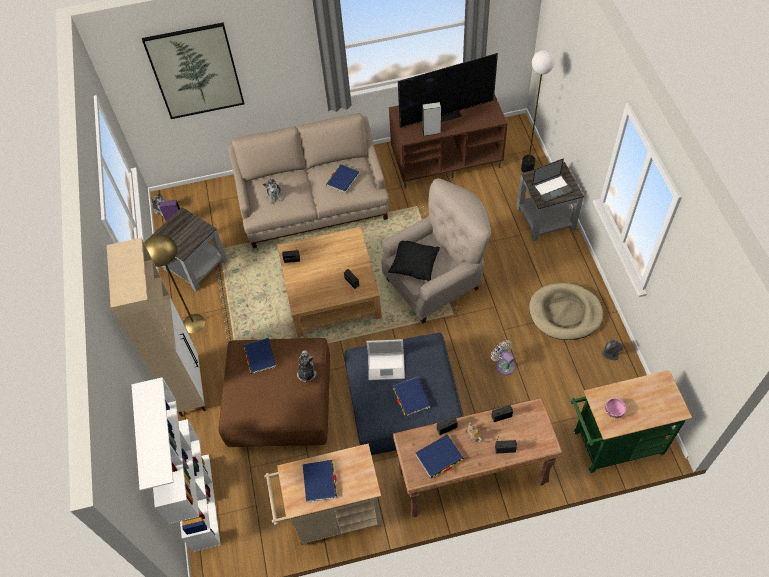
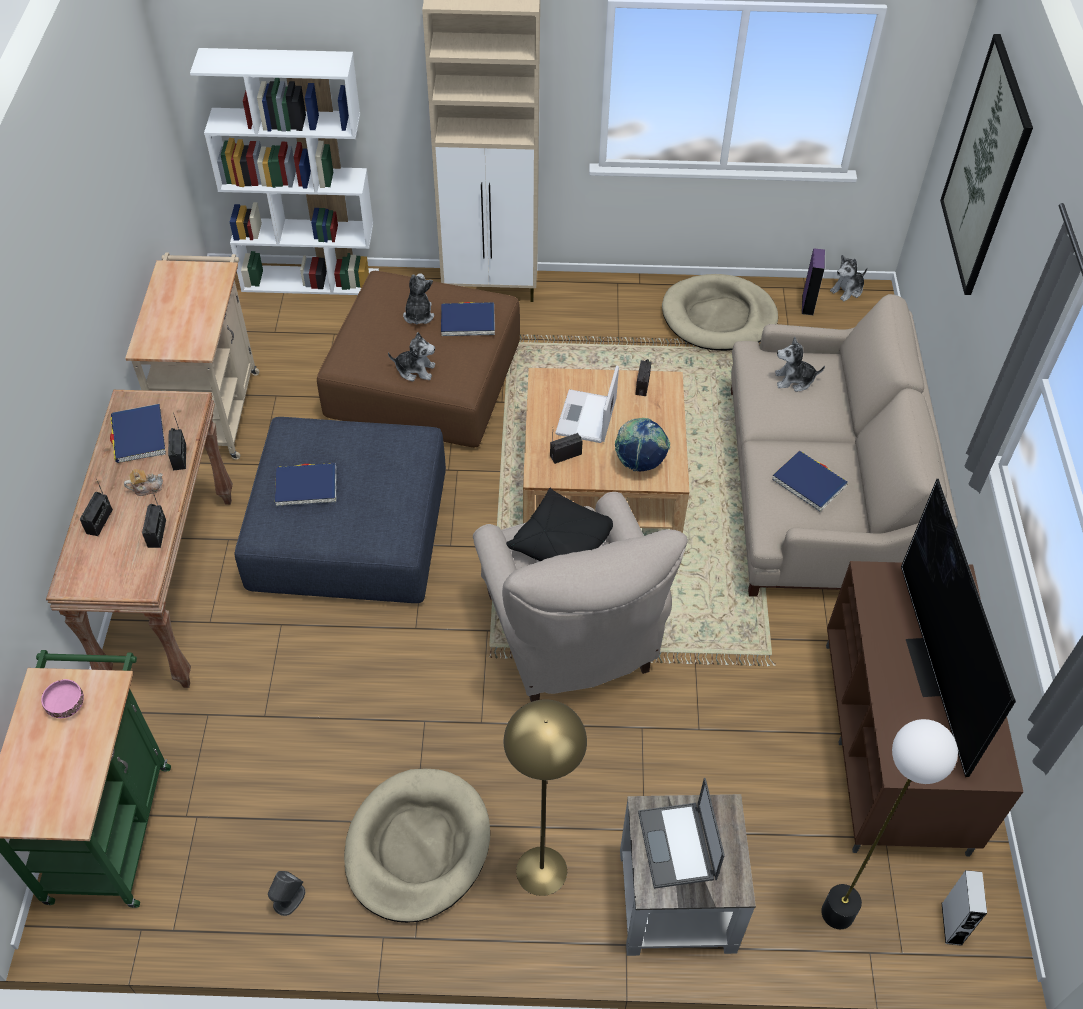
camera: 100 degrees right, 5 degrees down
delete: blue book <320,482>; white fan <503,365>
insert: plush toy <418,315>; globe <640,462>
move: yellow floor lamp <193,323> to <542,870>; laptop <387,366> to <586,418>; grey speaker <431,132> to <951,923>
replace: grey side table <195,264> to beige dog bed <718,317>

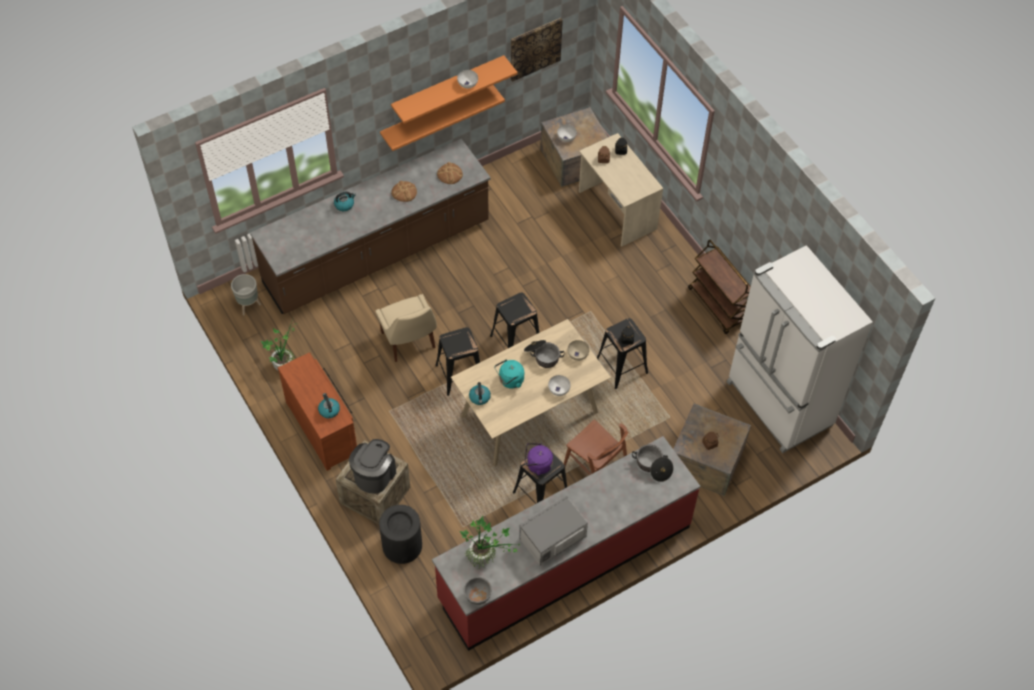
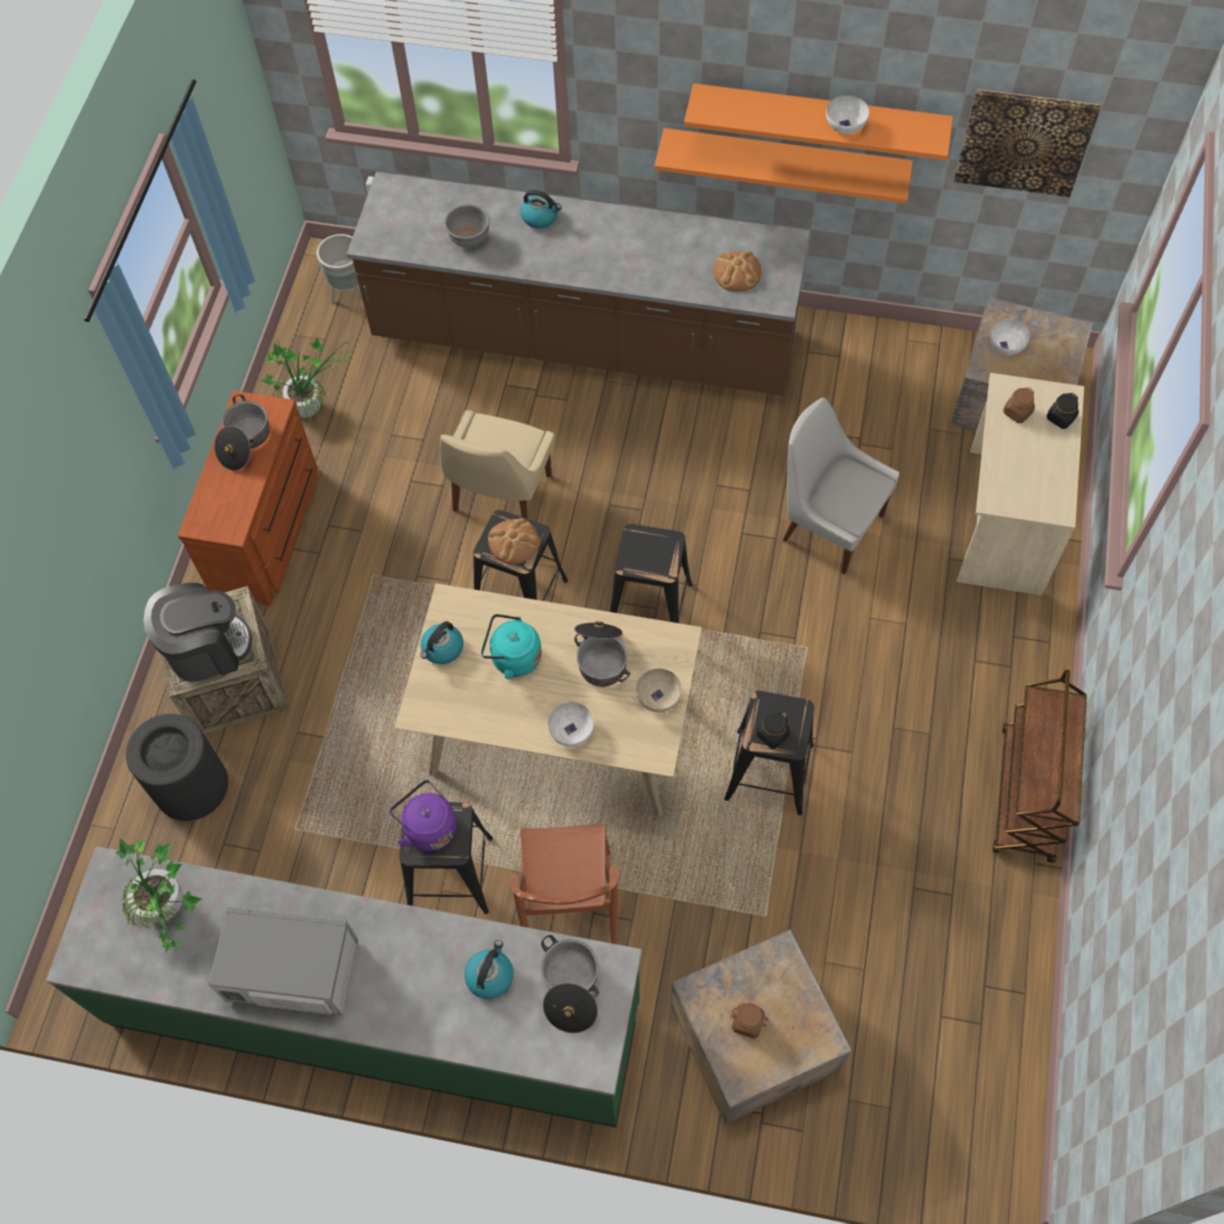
camera: 45 degrees right, 5 degrees up
delete: white fridge <778,405>
insert: cooking pot <244,442>; white chair <829,526>
move: kettle <329,410> to <490,975>; bread <404,192> to <513,542>; grey bowl <477,596> to <469,239>
recolor: red counter <564,562> to green counter <375,1012>

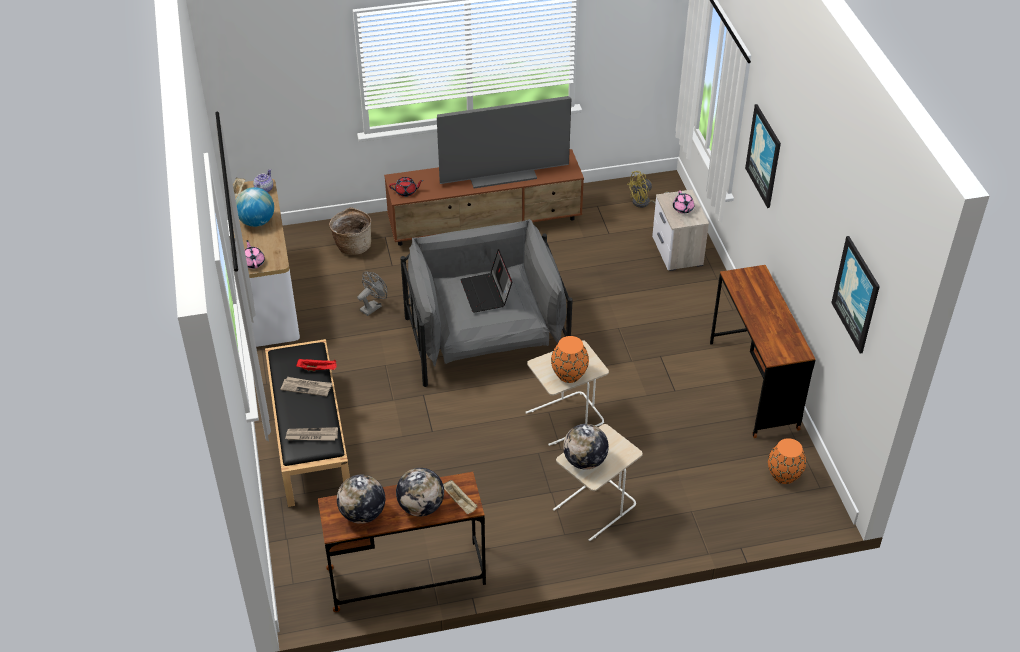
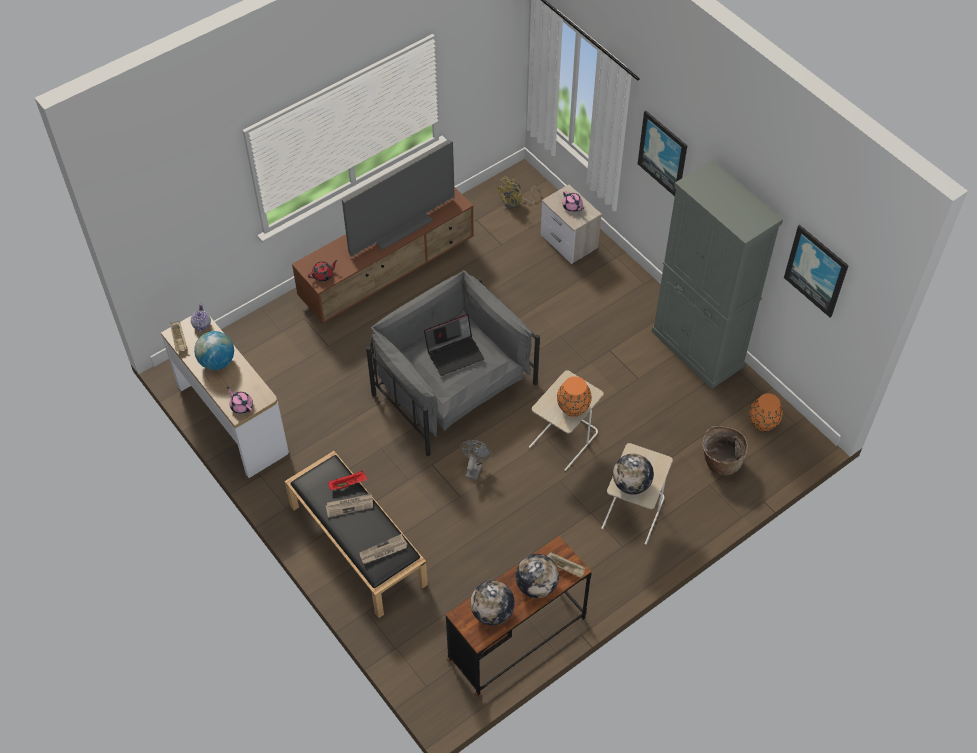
camera: 25 degrees left, 10 degrees up
move: basket <352,245> to <720,462>; grey fan <373,306> to <474,468>
replace: brown desk <753,385> to grey cabinet <697,349>
rotate: laptop <487,293> = <455,353> 75 degrees counterclockwise

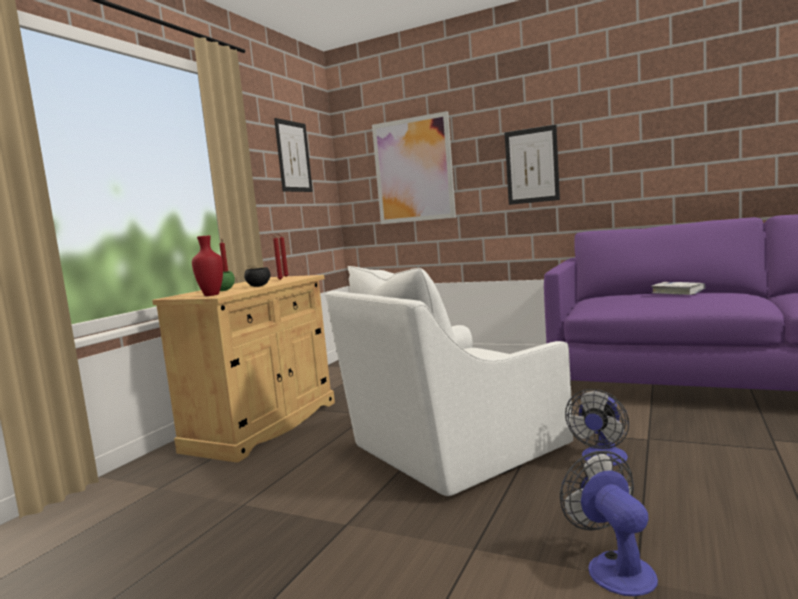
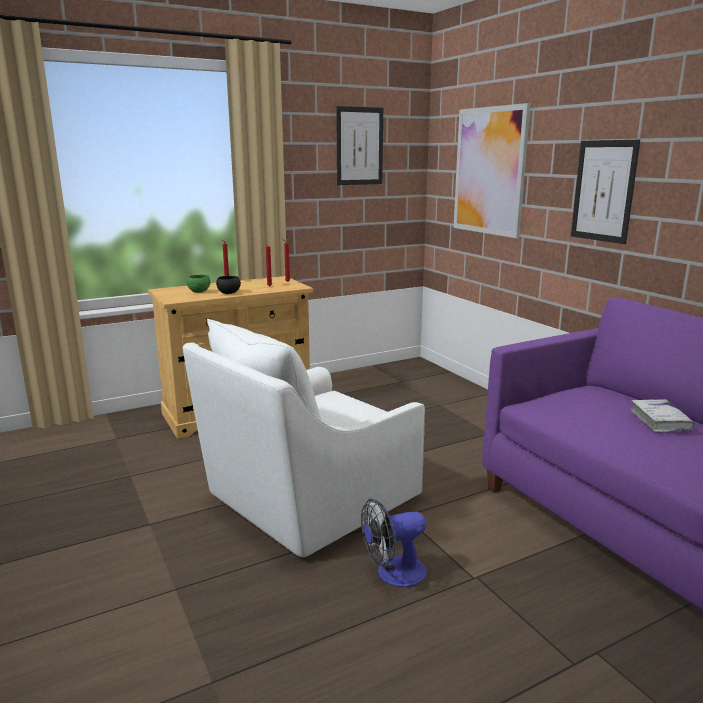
camera: 35 degrees right, 10 degrees up
delete: red vase <210,295>; fan <614,566>
rotate: white armchair <452,450> = <307,500> 45 degrees counterclockwise

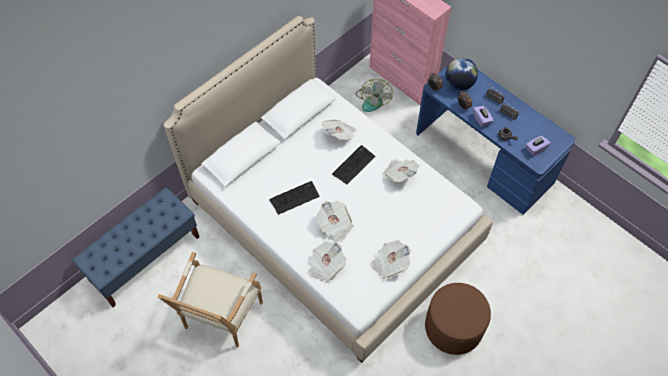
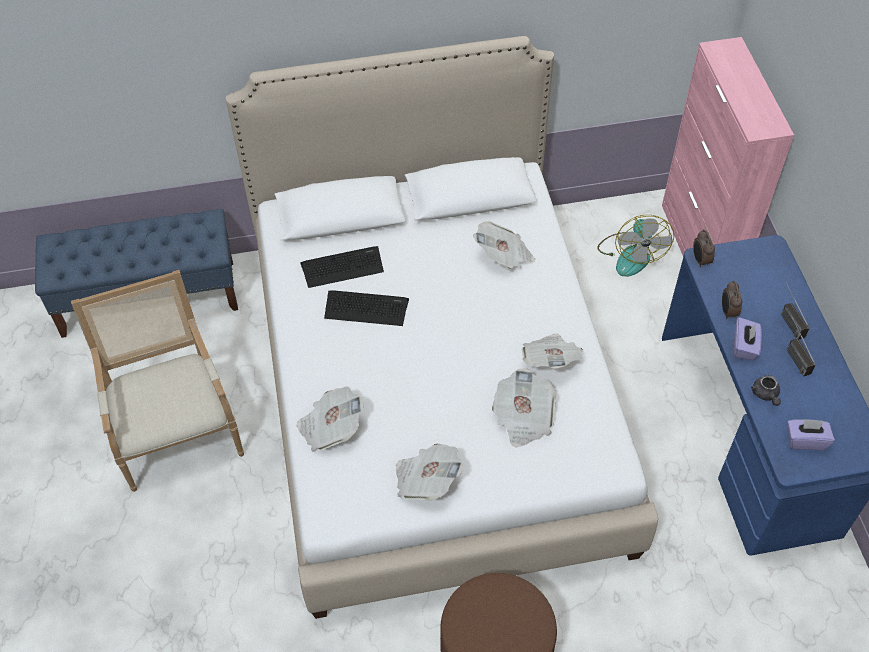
camera: 35 degrees right, 5 degrees down
delete: globe <459,84>
move: newspaper <335,226> to <523,418>; keyboard <353,165> to <342,267>
rotate: armchair <220,318> = <177,432> 105 degrees clockwise; fan <373,100> = <631,254> 45 degrees counterclockwise

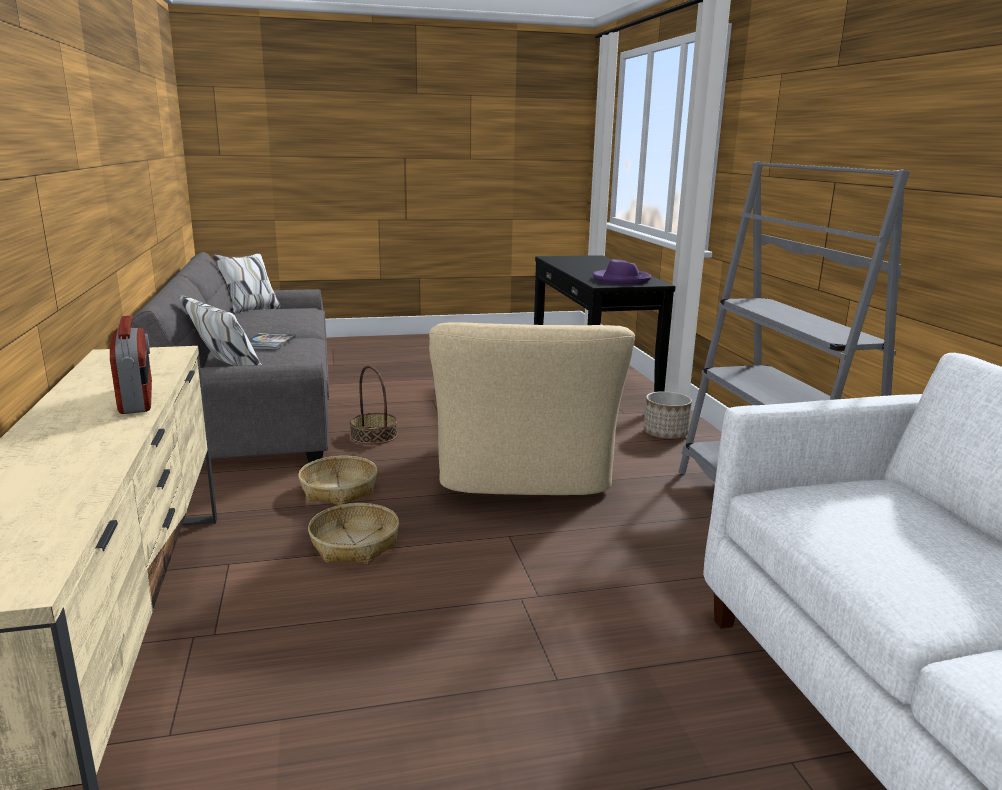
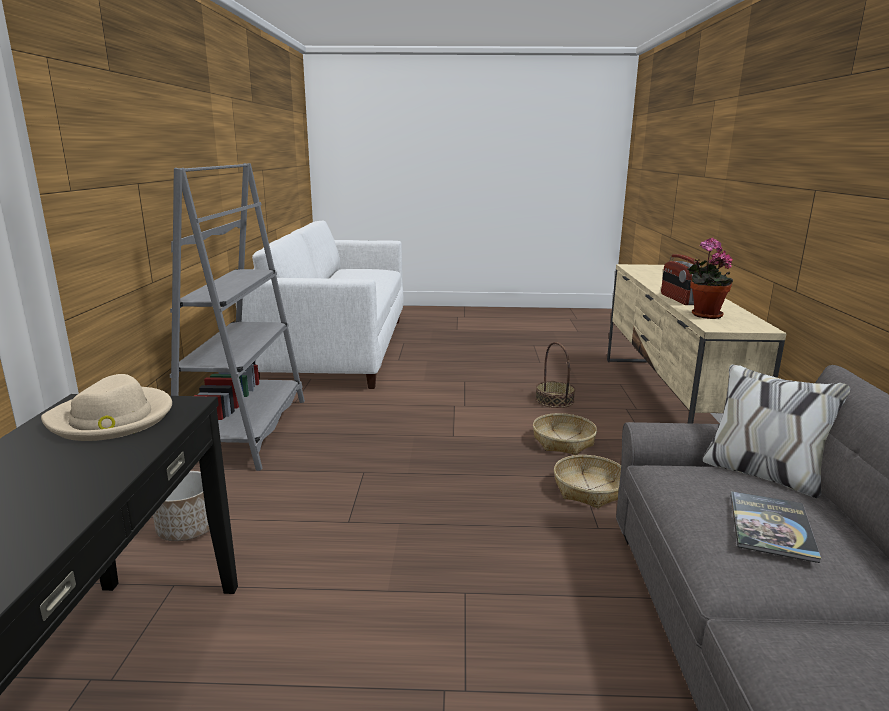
camera: 165 degrees left, 0 degrees up
delete: beige armchair <523,476>
insert: potted plant <703,315>
move: basket <374,436> to <554,400>
recolor: purple hat <621,280> to beige hat <112,419>

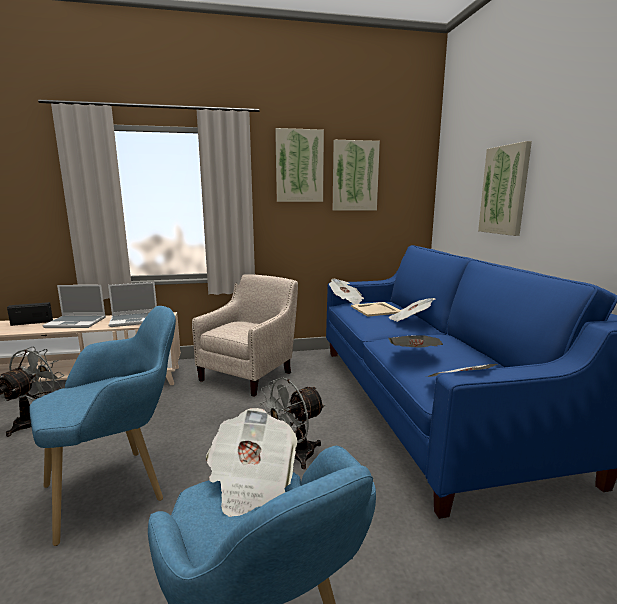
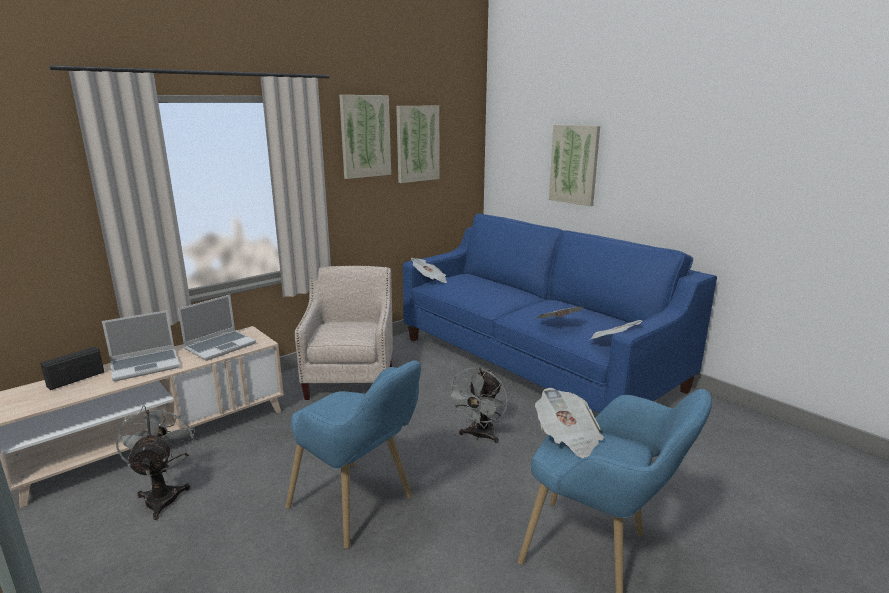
camera: 30 degrees left, 5 degrees up
delete: beige tray <376,309>; newspaper <410,320>
rotate: blue armchair <120,486> = <361,509> 105 degrees clockwise

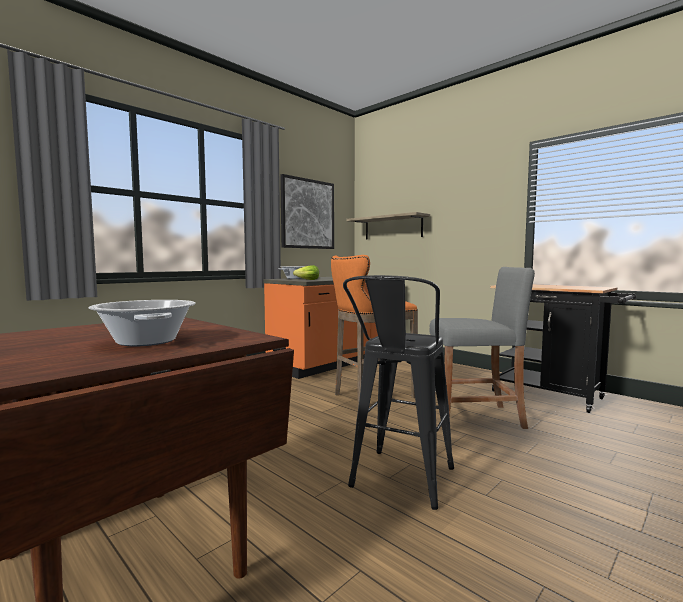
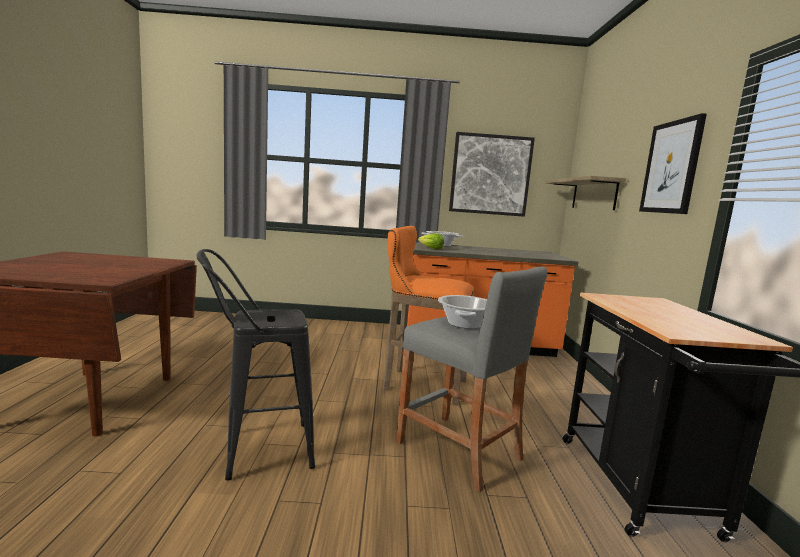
camera: 45 degrees right, 5 degrees up
insert: picture <671,167>
move: cooking pot <147,341> to <465,324>

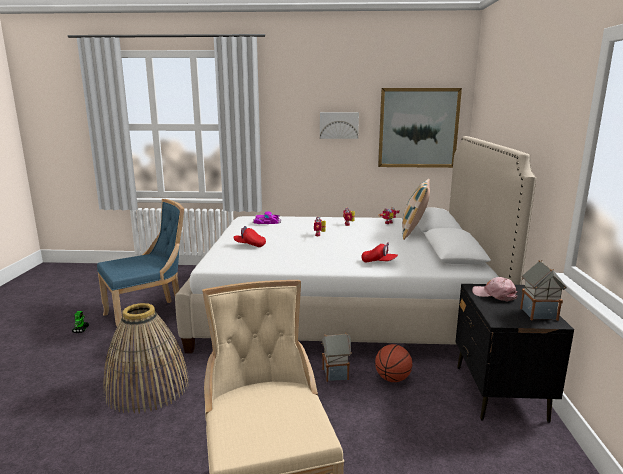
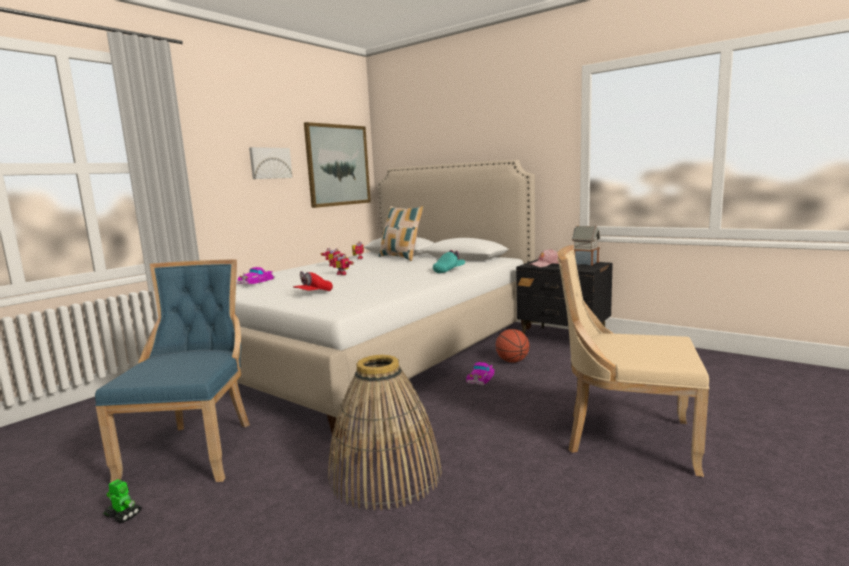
camera: 55 degrees left, 5 degrees down
replace: toy house <336,374> to toy car <481,377>
recolor: red cap <379,262> to turquoise cap <449,271>

